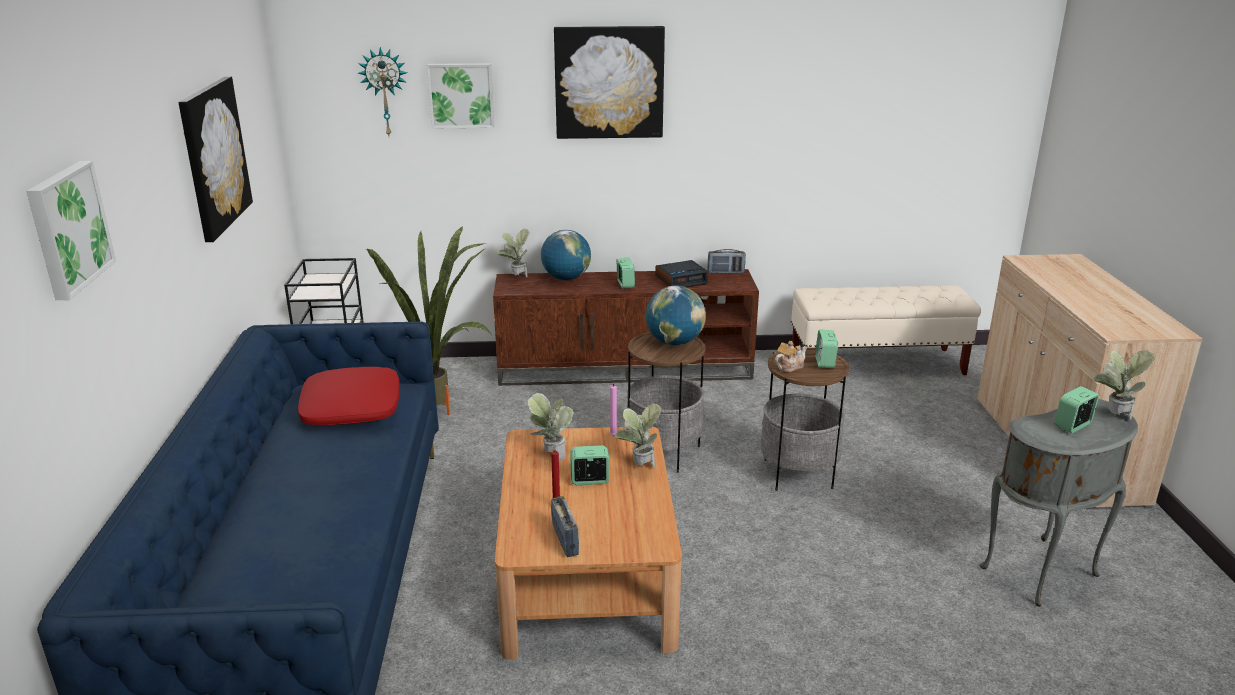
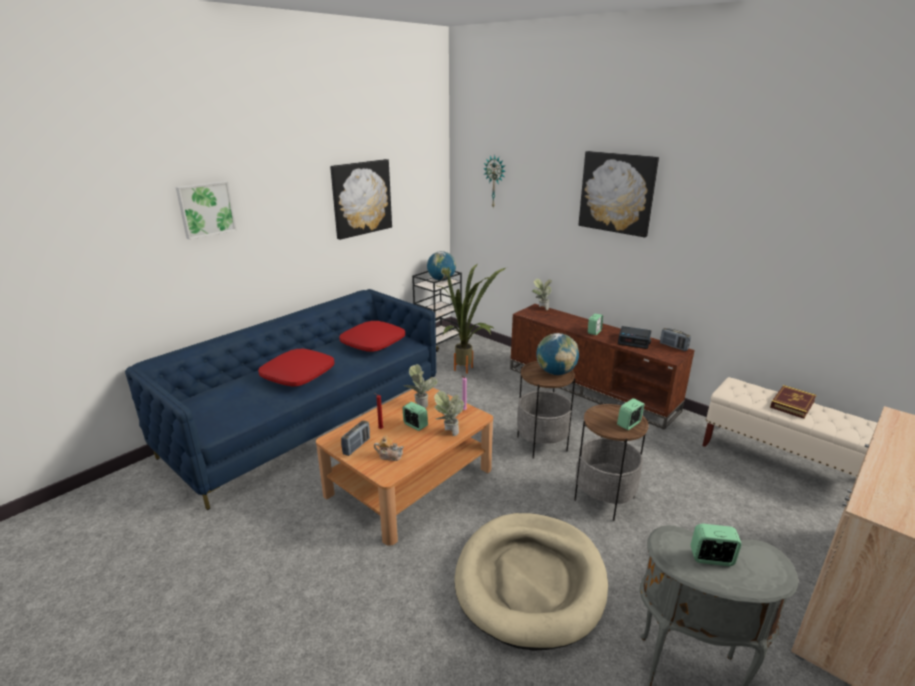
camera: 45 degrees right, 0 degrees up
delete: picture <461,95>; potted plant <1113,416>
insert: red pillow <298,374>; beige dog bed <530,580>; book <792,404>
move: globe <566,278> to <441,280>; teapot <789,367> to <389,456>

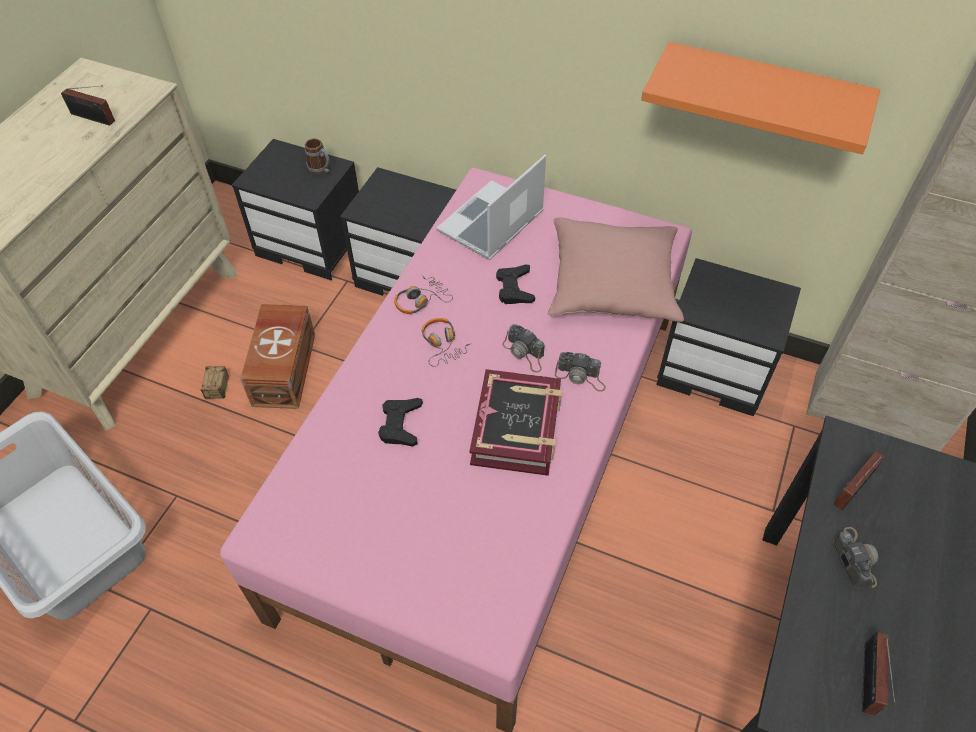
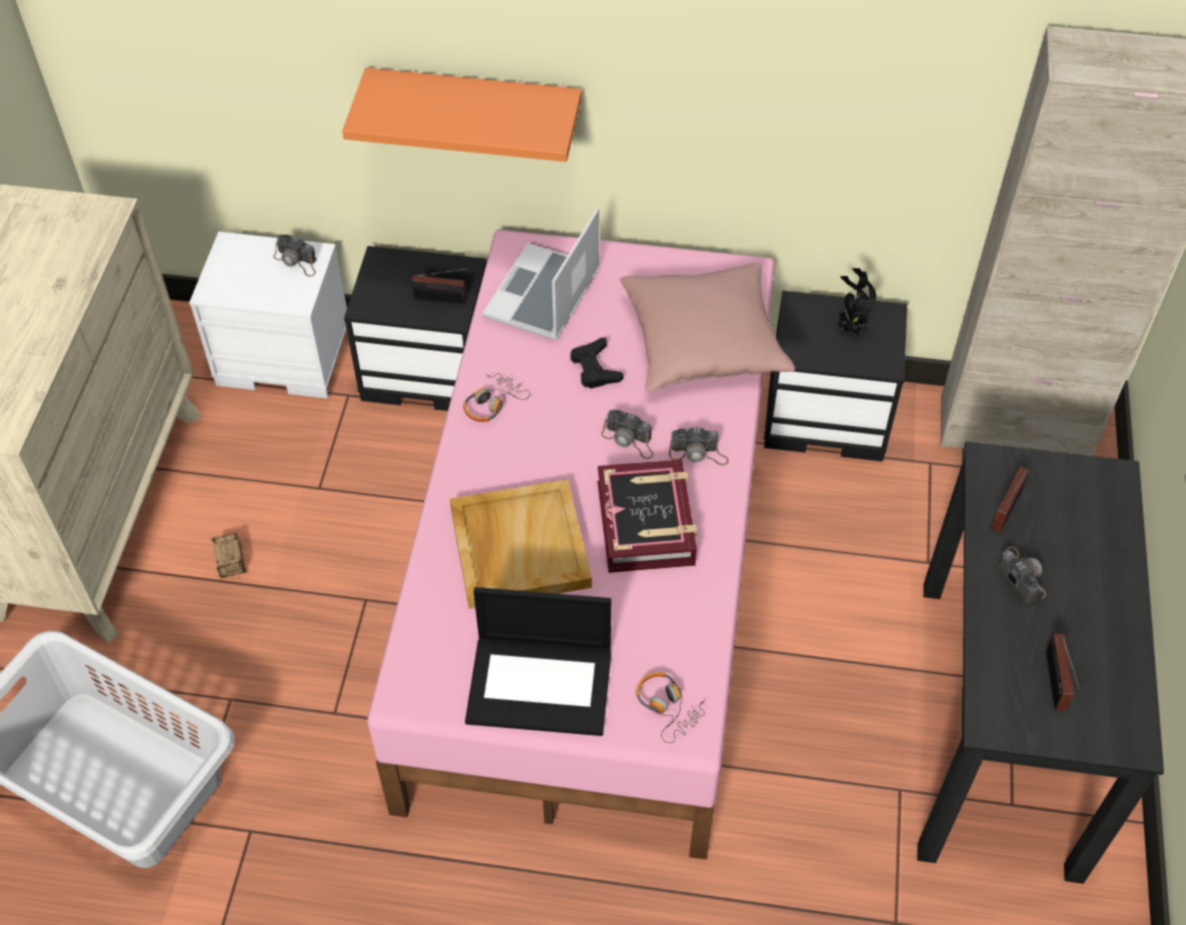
camera: 15 degrees left, 0 degrees up
delete: brown storage box <286,368>
insert: laptop <541,684>; potted plant <849,329>
move: radio <95,118> to <442,300>; headphones <442,345> to <667,708>; orange shelf <762,95> to <475,107>
replace: mug <321,169> to photo camera <297,261>; black game controller <400,424> to beige tray <518,546>
recolor: black nightstand <312,244> to white nightstand <286,355>

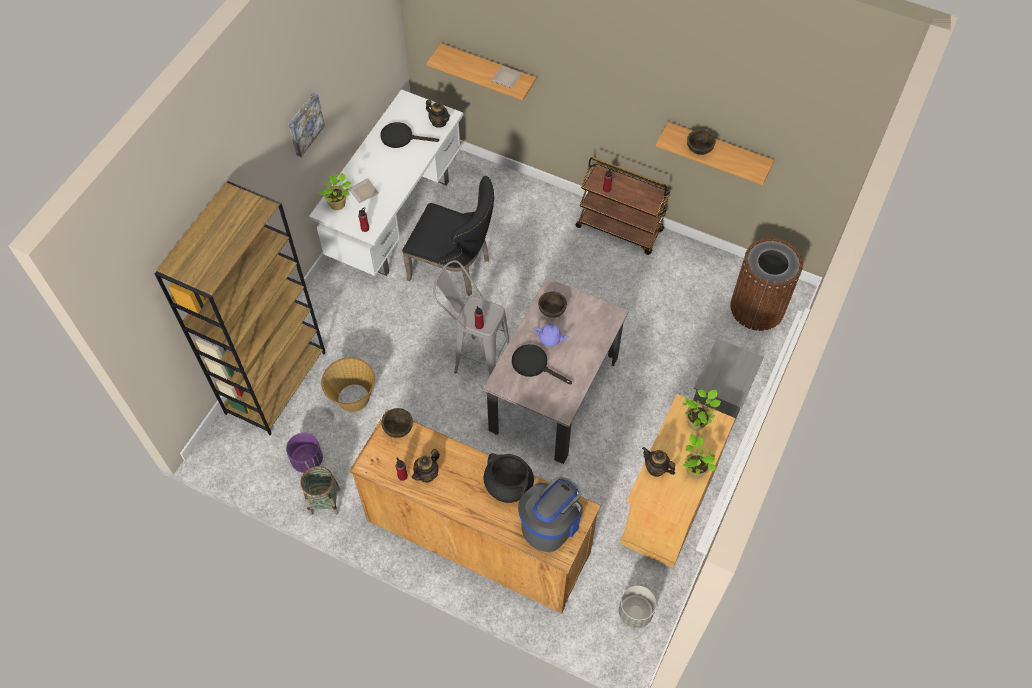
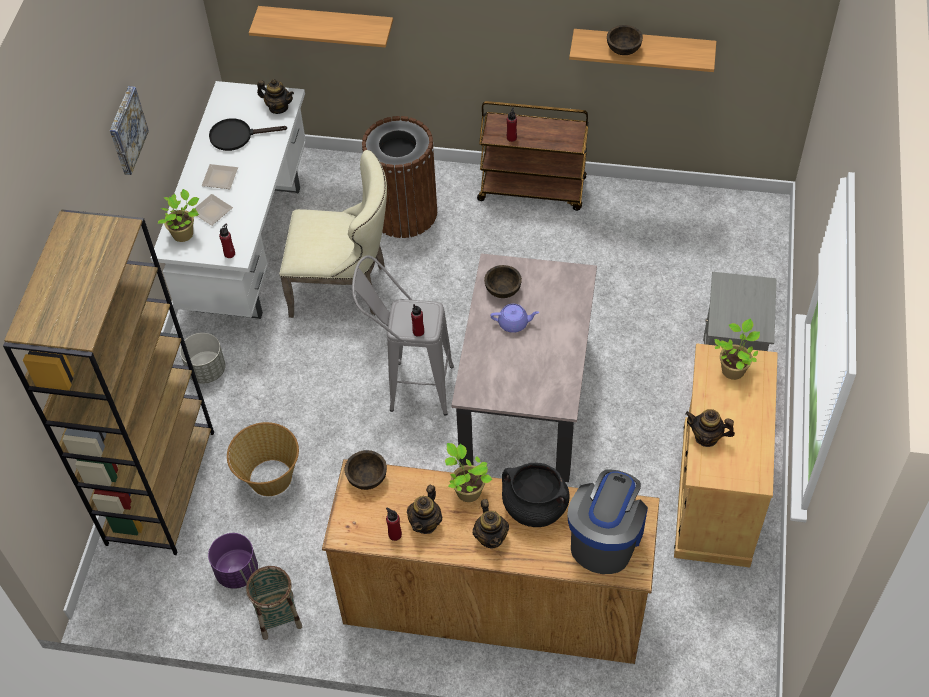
camera: 15 degrees left, 5 degrees down
delete: black frying pan <534,364>
insert: teapot <491,537>
move: plate <505,78> to <219,179>; grey planter <635,613> to <207,370>; potted plant <694,469> to <467,490>; brown trash can <757,308> to <404,212>
recolor: black chair <454,268> to beige chair <345,287>

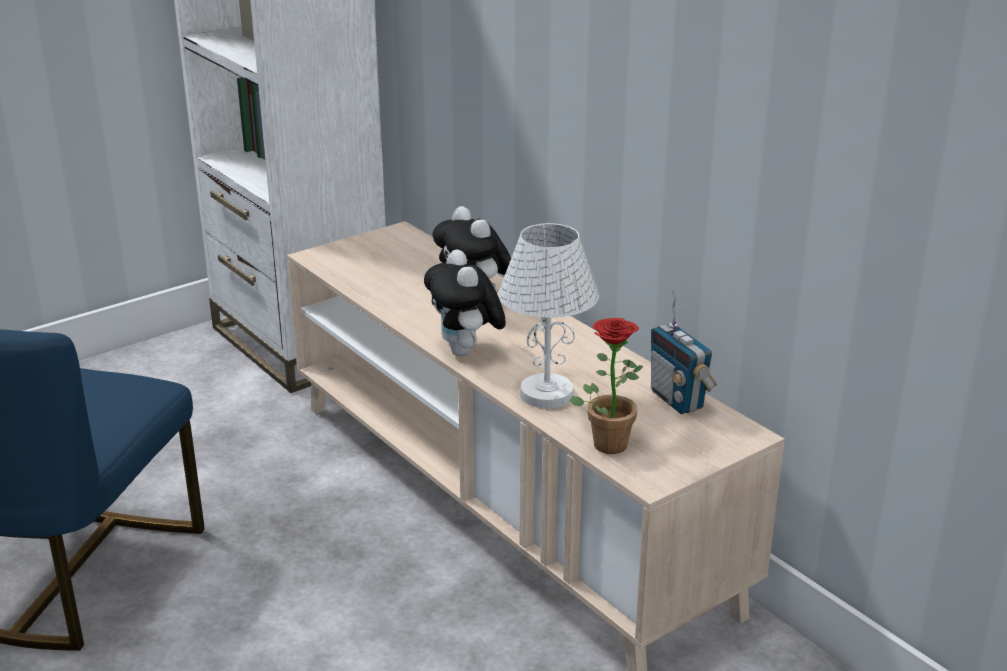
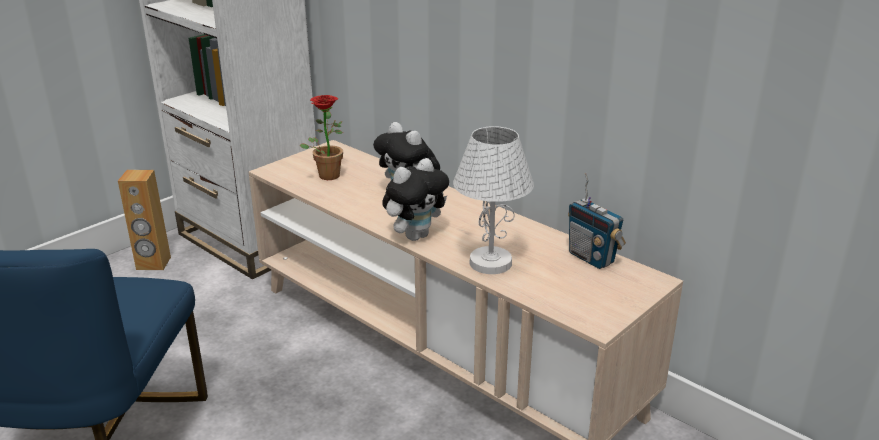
camera: 10 degrees left, 0 degrees up
insert: brown speaker <153,263>
move: potted plant <607,440> to <328,174>
rotate: plush toy <466,352> = <415,235> 105 degrees counterclockwise

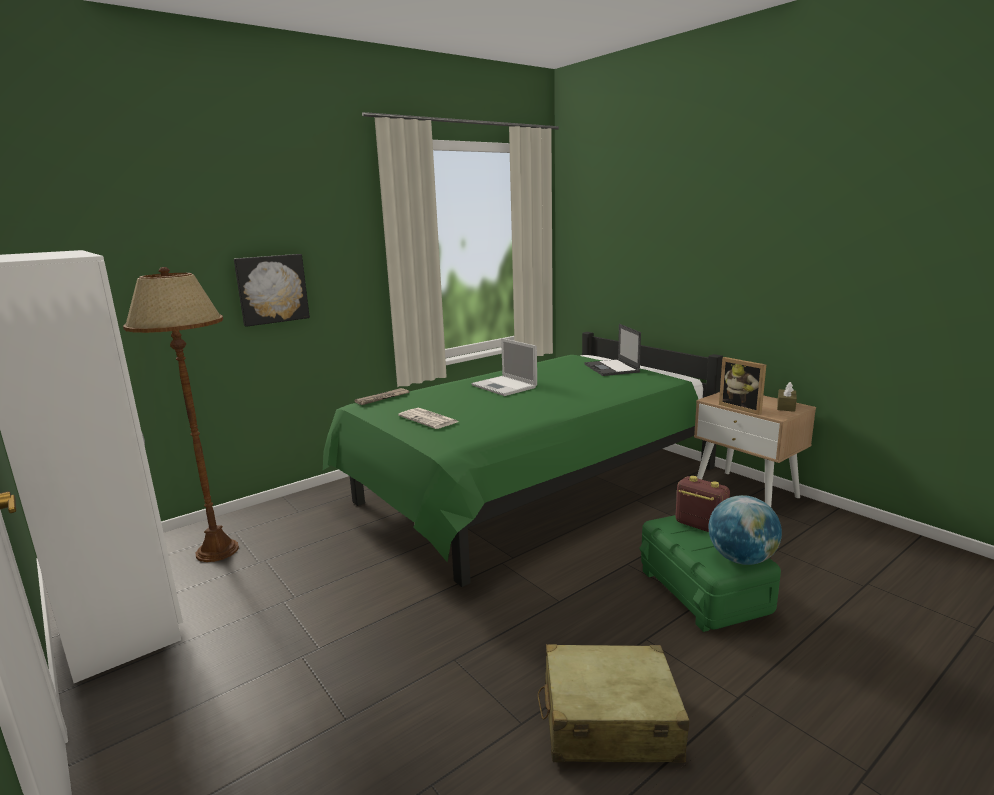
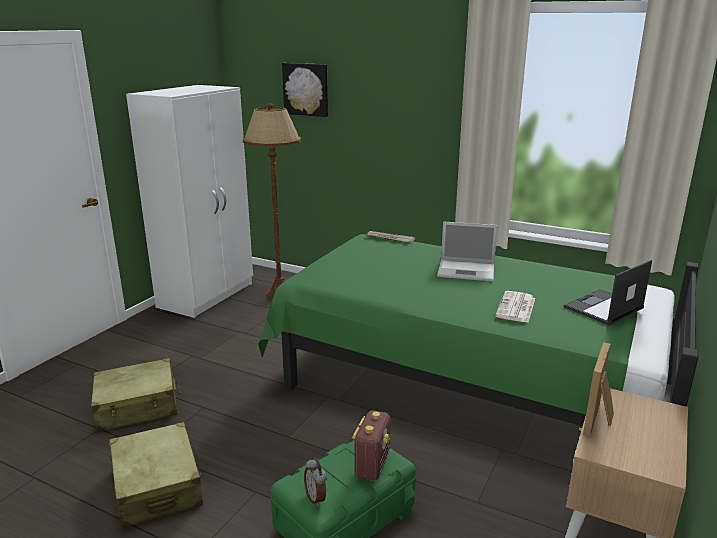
camera: 65 degrees right, 5 degrees up
delete: brown tissue box <786,406>
insert: beige suitcase <138,406>
move: picture <272,289> to <306,89>; newspaper <429,419> to <516,308>
replace: globe <741,559> to alarm clock <316,498>
rotate: laptop <505,386> = <467,271> 105 degrees counterclockwise

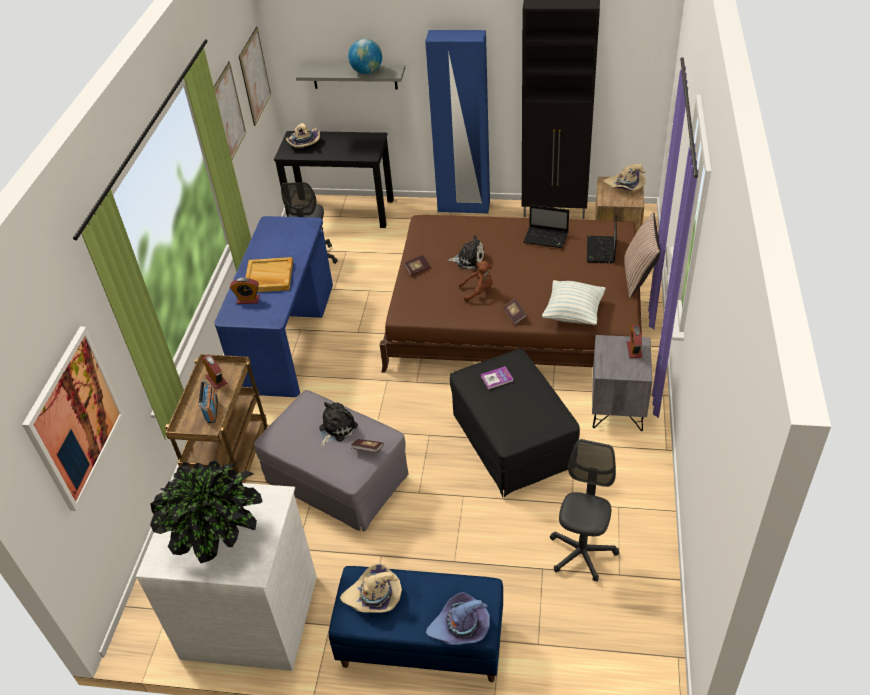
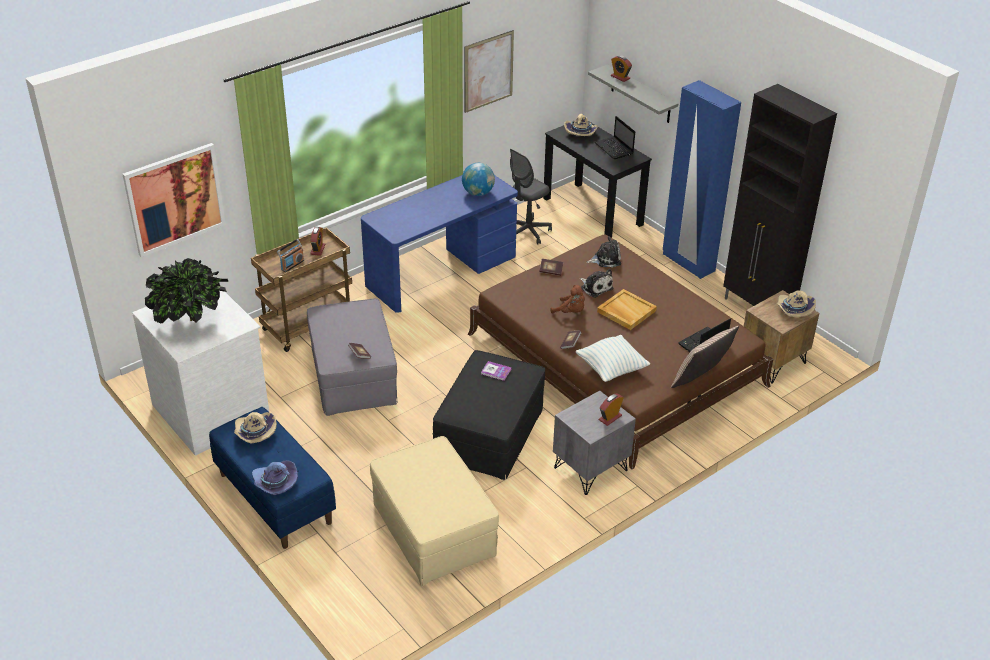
camera: 40 degrees right, 5 degrees down
delete: picture <255,76>
move: alarm clock <248,300> to <620,77>; beige tray <268,277> to <626,311>; plush toy <336,428> to <605,259>; globe <367,72> to <478,193>; laptop <547,238> to <614,149>
replace: grey office chair <582,553> to beige ottoman <433,529>

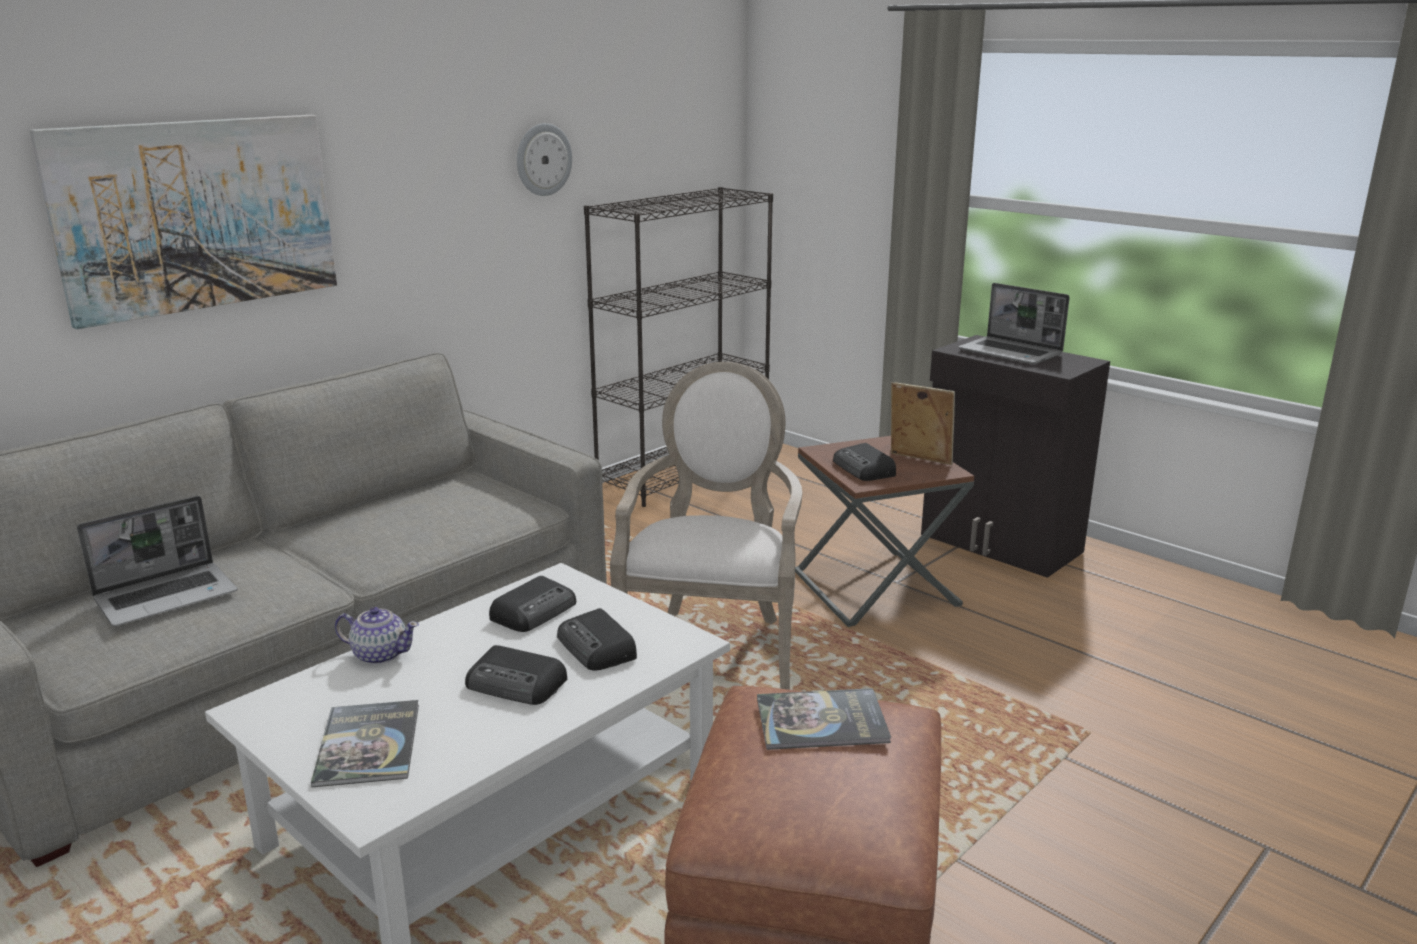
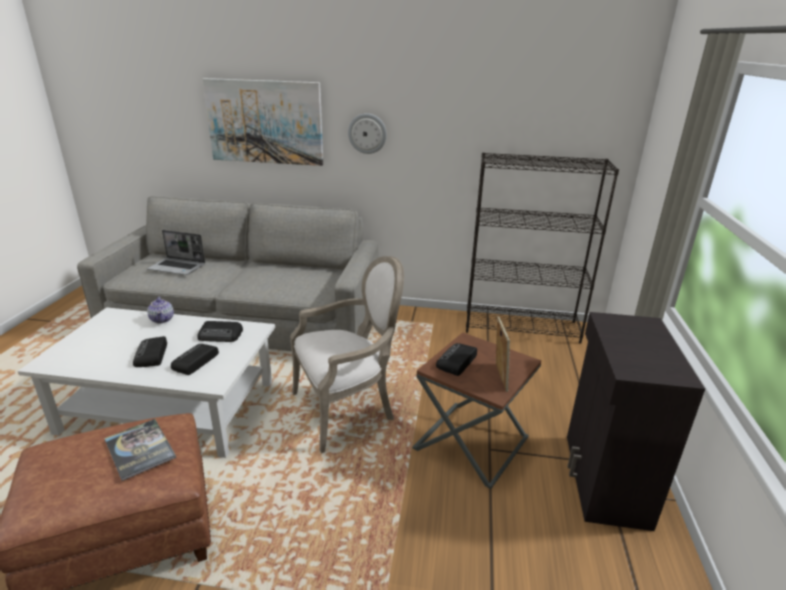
camera: 55 degrees right, 5 degrees up
delete: book <368,744>; laptop <1011,353>
move: wall clock <543,159> to <367,133>

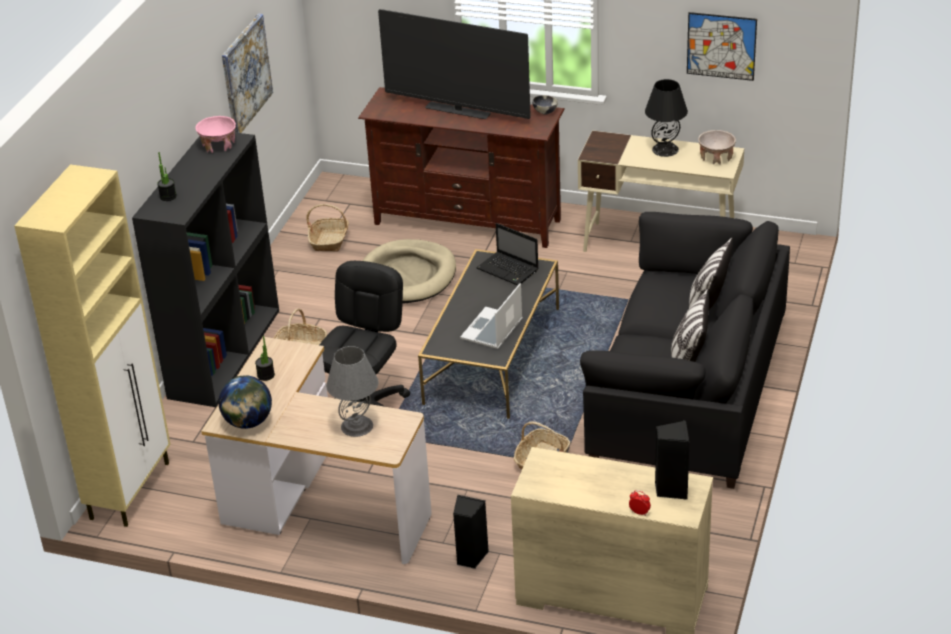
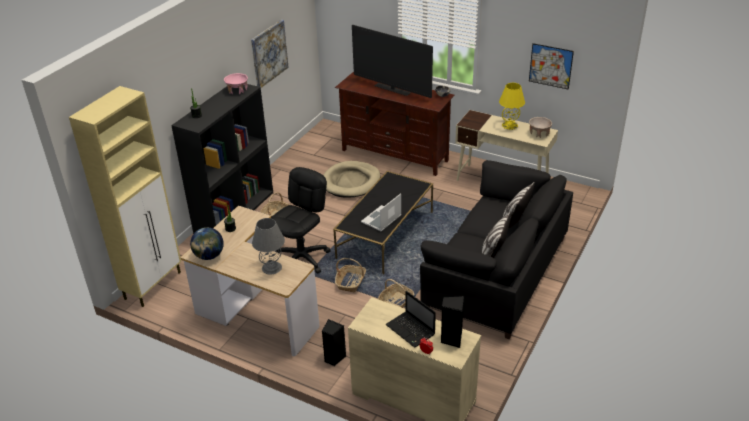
camera: 10 degrees right, 0 degrees up
move: basket <329,240> to <351,282>; laptop <509,270> to <411,330>
recolor: black table lamp <665,149> to yellow table lamp <510,125>

